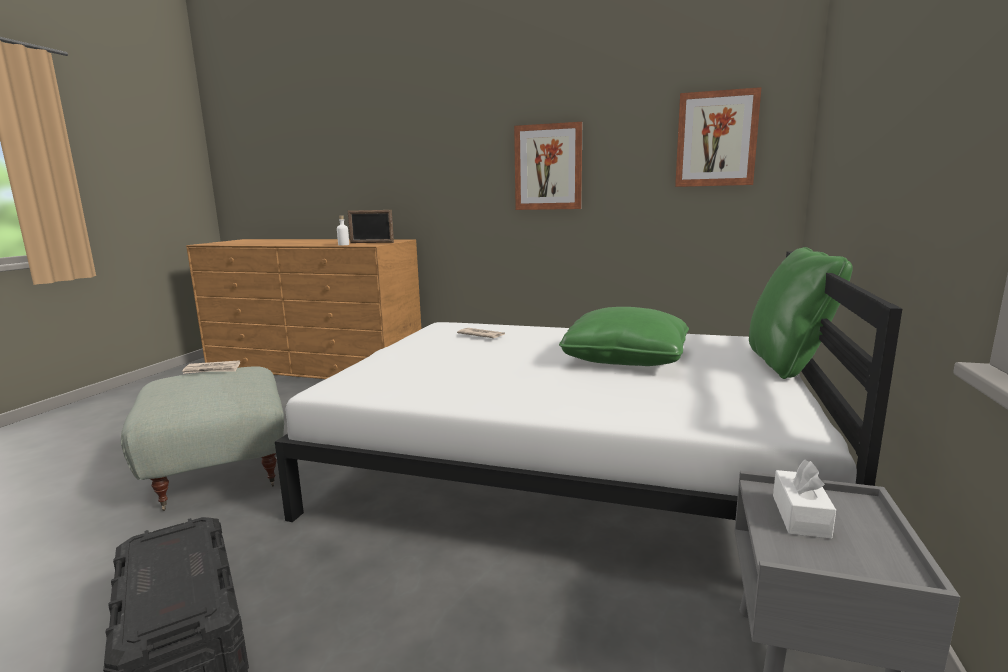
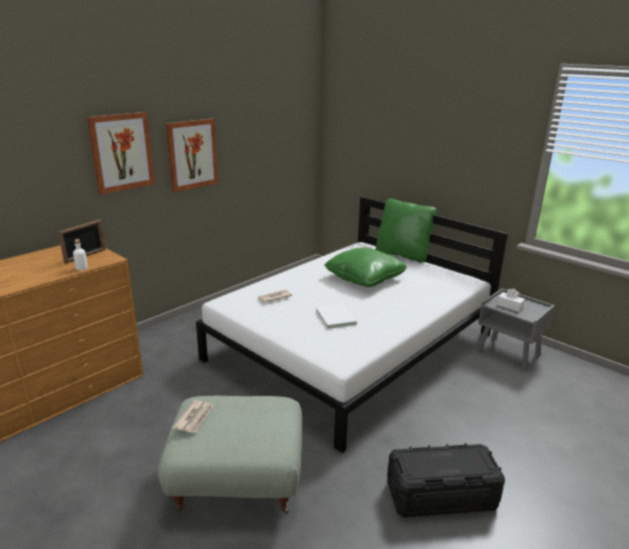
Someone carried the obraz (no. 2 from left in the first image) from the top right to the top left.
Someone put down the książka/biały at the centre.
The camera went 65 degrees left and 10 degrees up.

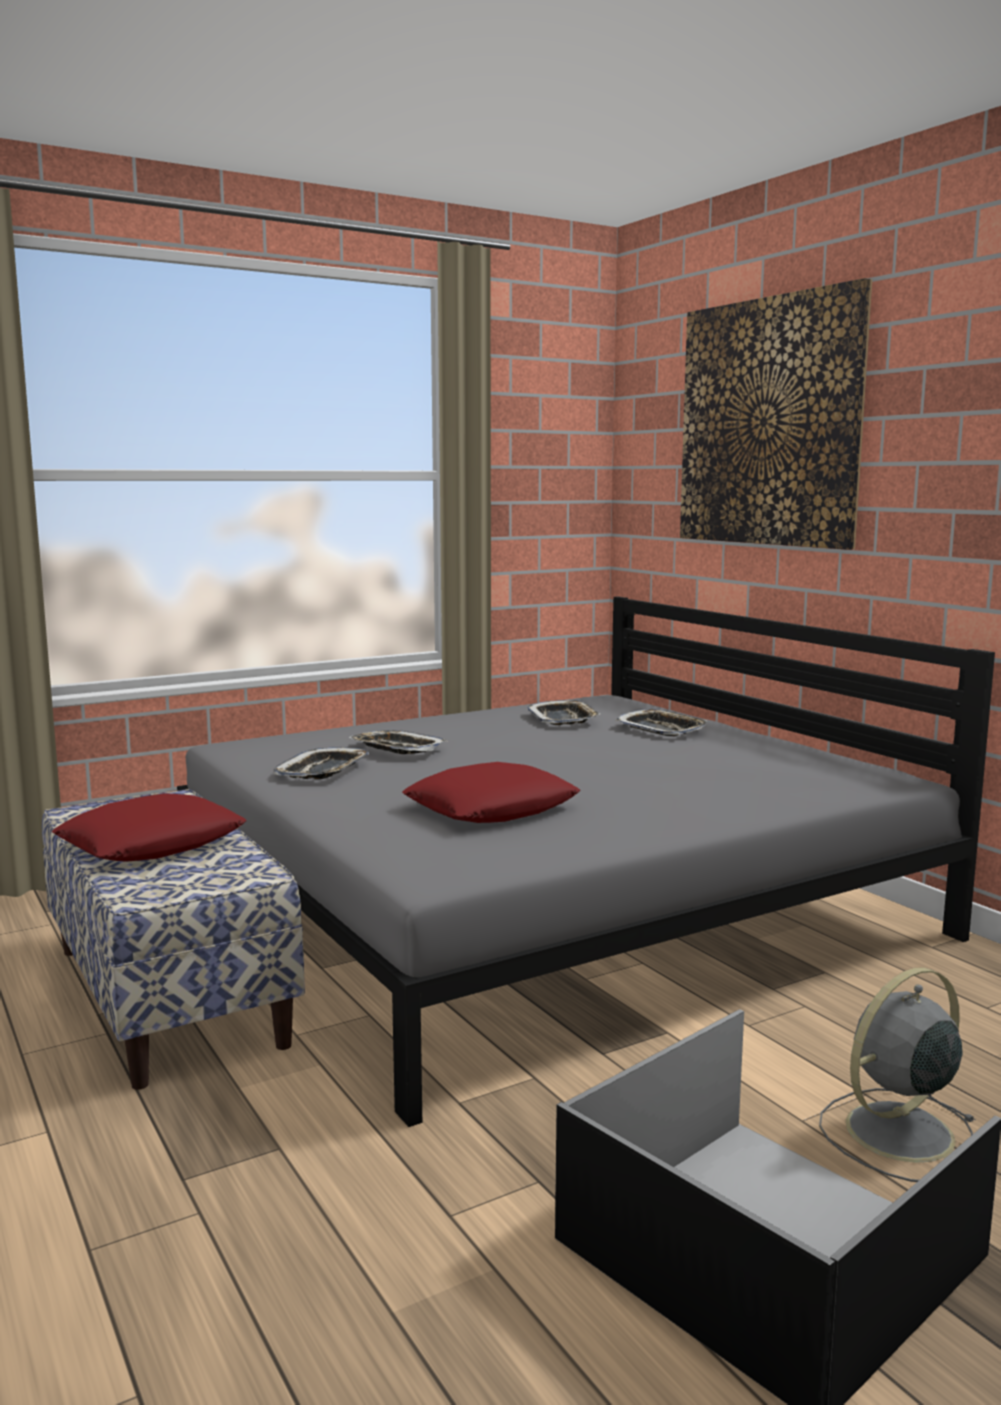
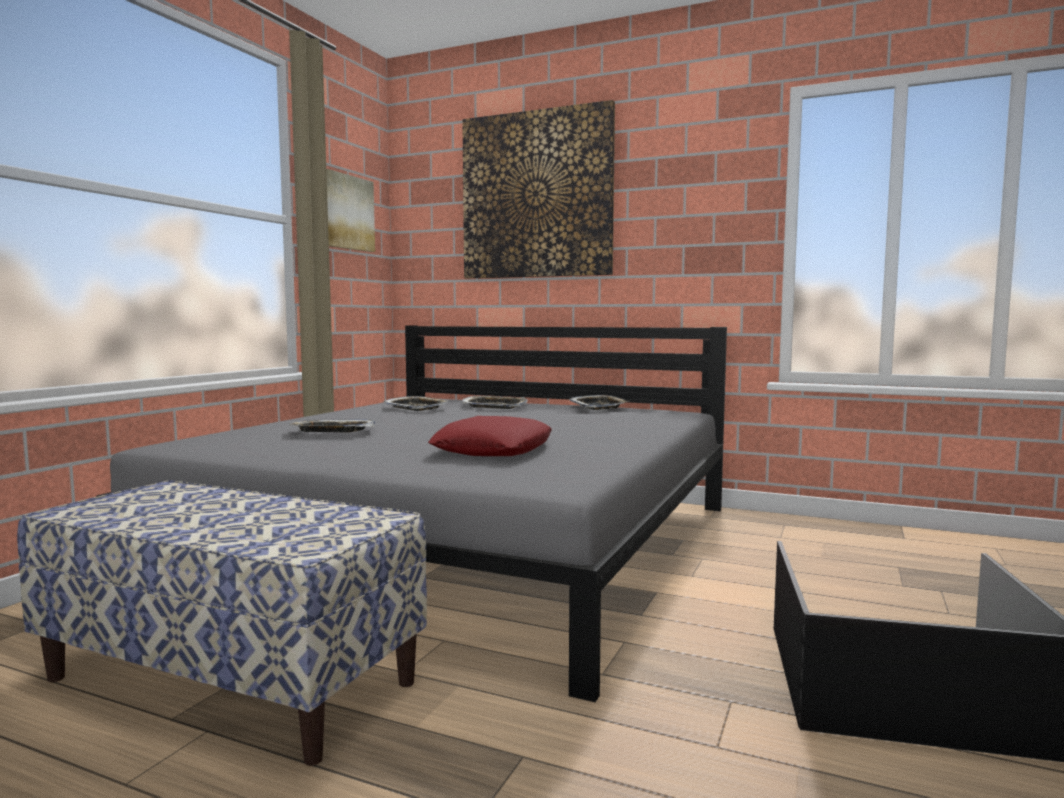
Someone put up the obraz (no. 1 from left) at the top left.
Someone carried the taca (no. 1 from left in the first image) from the middle left to the centre.
Someone took away the poduszka/czerwony (no. 1 from left) at the middle left.
Someone took away the wentylator/szary at the bottom right.
The camera went 35 degrees left and 5 degrees down.

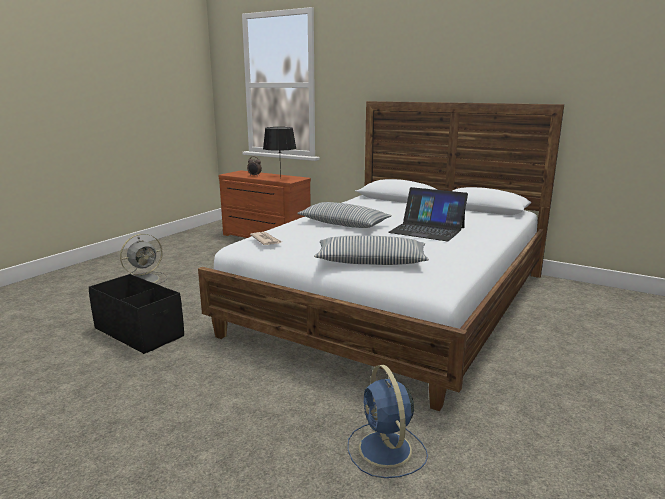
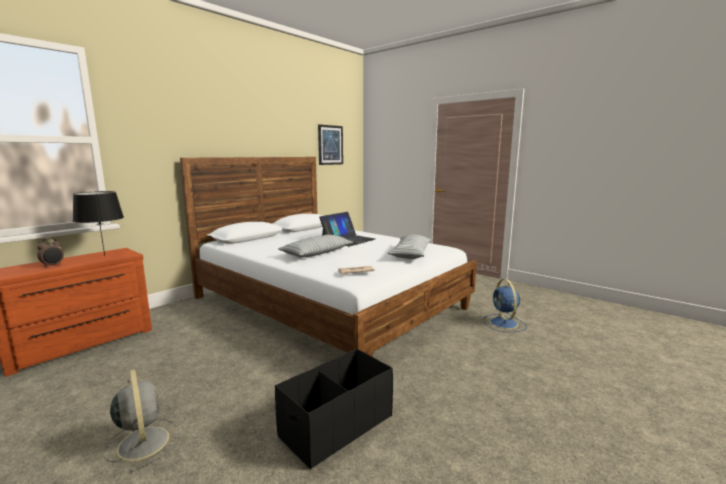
Someone put up the obraz at the top centre.
Someone rotated the wentylator/niebieski at the bottom centre by 90 degrees clockwise.
The camera went 80 degrees left and 5 degrees down.

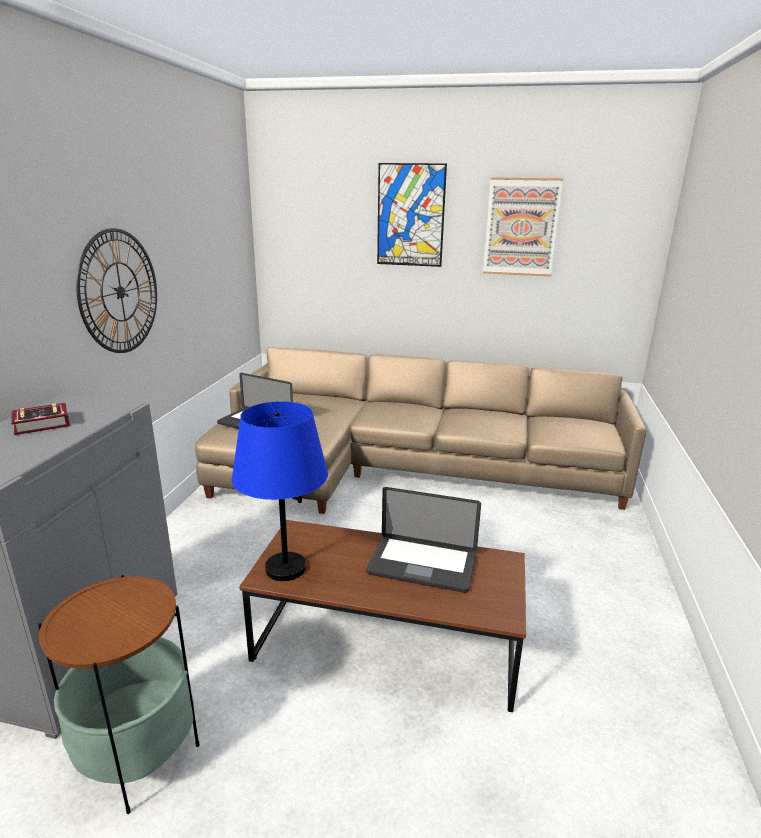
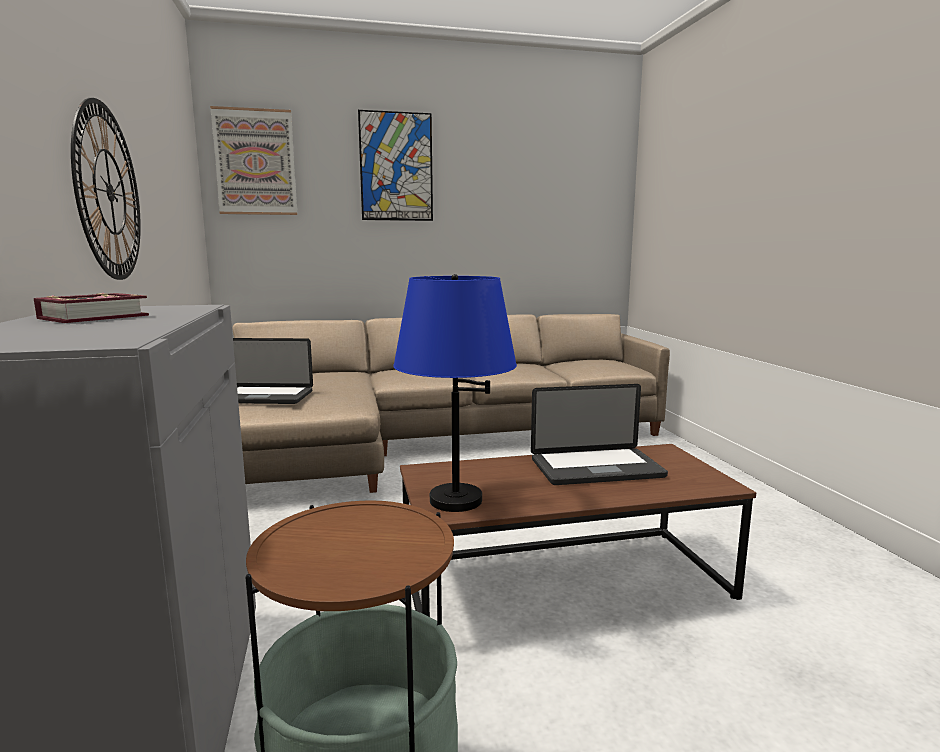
Someone carried the obraz (no. 2 from left in the first image) from the top right to the top left.
The camera went 25 degrees left and 10 degrees down.

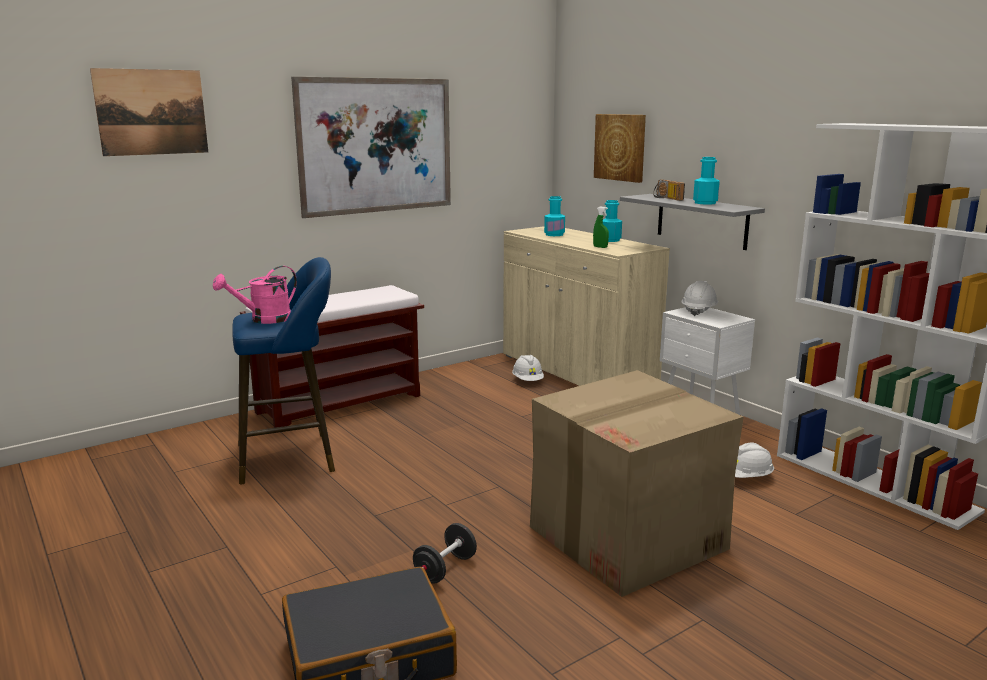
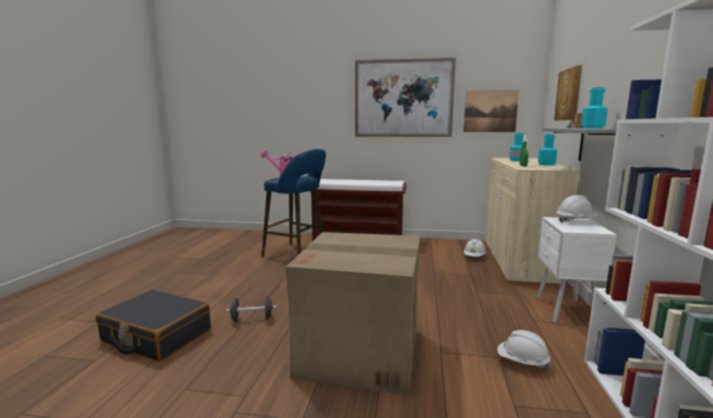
Someone carried the obraz (no. 1 from left in the first image) from the top left to the top right.
The camera went 45 degrees right and 5 degrees down.

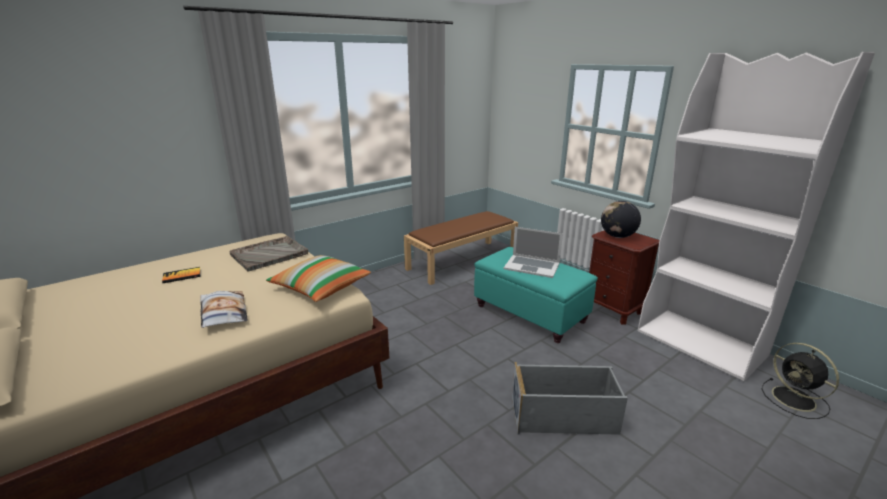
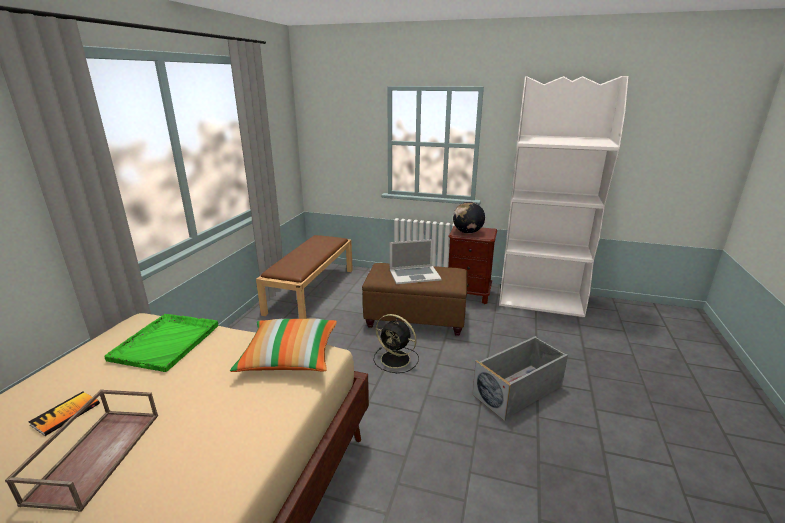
Someone put down the taca/brązowy at the bottom left.
Someone repainted the taca/szary at the middle left, which became the taca/zielony at the middle left.
Someone repainted the pufa/turkusowy at the centre, which became the pufa/brązowy at the centre.
Someone carried the wentylator/czarny from the bottom right to the centre.
Someone took away the poduszka (no. 1 from left) at the middle left.
The camera went 35 degrees left and 0 degrees up.

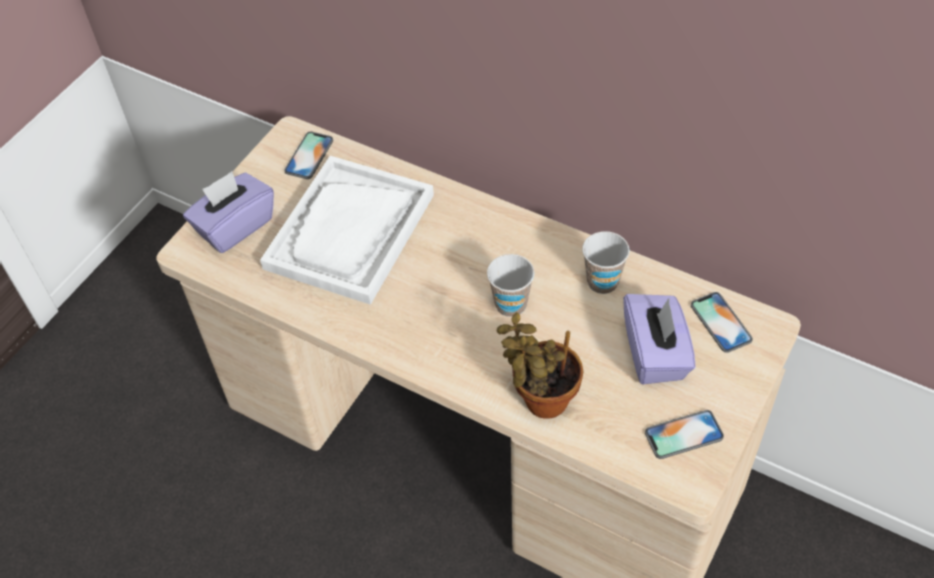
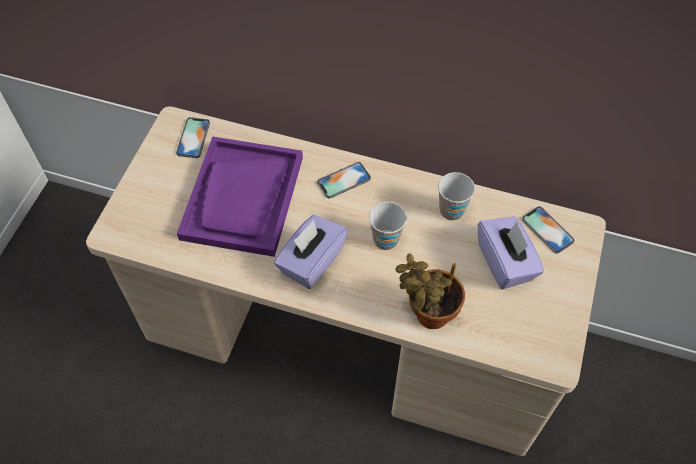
Someone repainted the taca/biały at the centre, which became the taca/fioletowy at the centre.
Someone carried the pudełko chusteczek/fioletowy (no. 1 from left) from the middle left to the centre.
Someone carried the telefon (no. 2 from left) from the bottom right to the centre.
The camera went 15 degrees left and 5 degrees up.

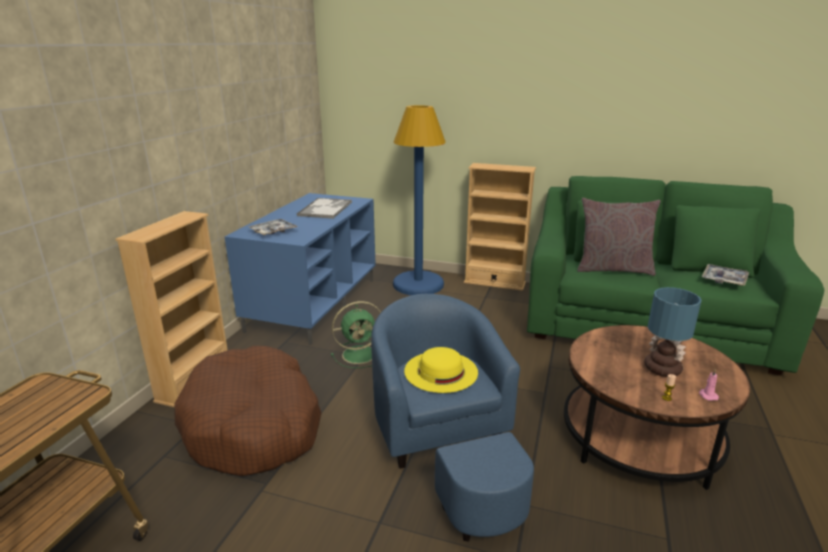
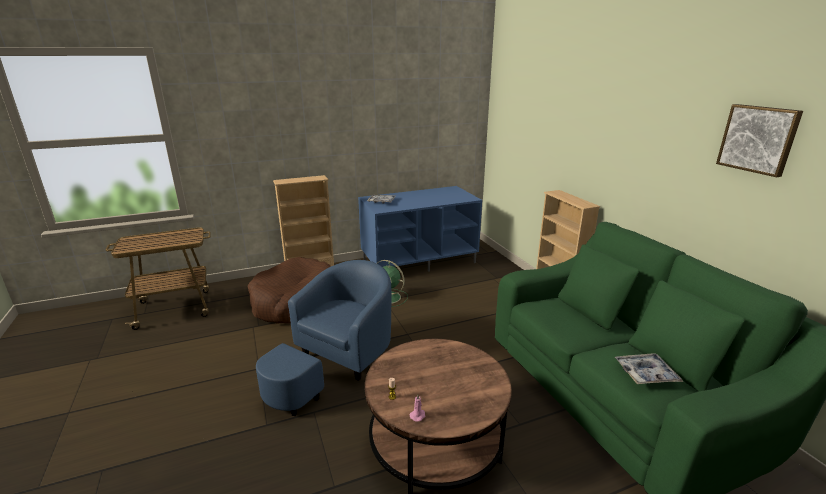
Someone put up the obraz at the top right.
Someone took away the taca (no. 2 from left) at the centre.
Someone took away the lampa stojąca/niebieski at the centre.
Someone took away the kapelusz/żółty at the bottom centre.
Someone took away the poduszka/szary at the middle right.
Someone took away the lampa stołowa at the middle right.
The camera went 50 degrees right and 0 degrees up.

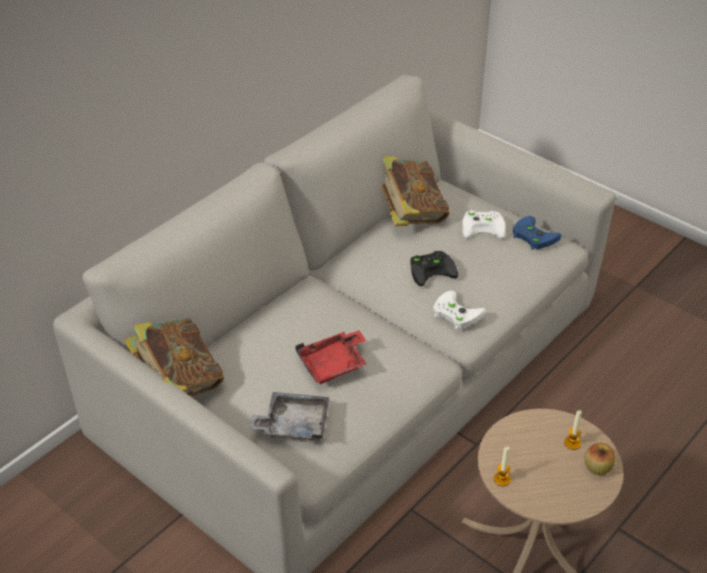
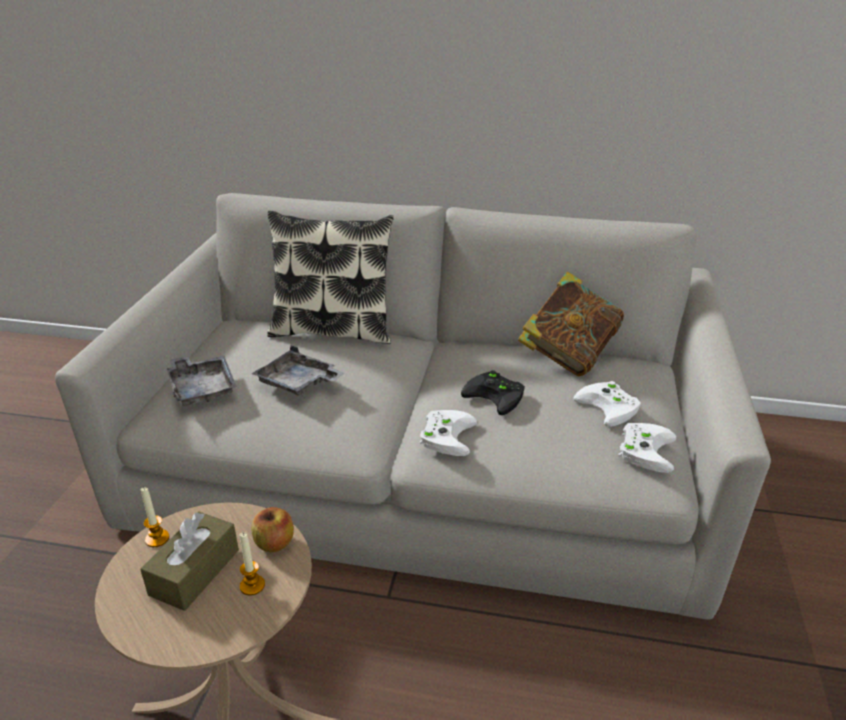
Someone put down the pudełko chusteczek/brązowy at the bottom left.
Someone carried the jabłko from the bottom right to the bottom left.
Someone repainted the taca/czerwony at the centre, which became the taca/szary (no. 2 from left) at the centre.
Someone put down the poduszka at the centre.
Someone repainted the pad do gier/niebieski at the middle right, which became the pad do gier/biały (no. 3 from left) at the middle right.
Someone took away the książka (no. 1 from left) at the middle left.
The camera went 60 degrees right and 10 degrees down.

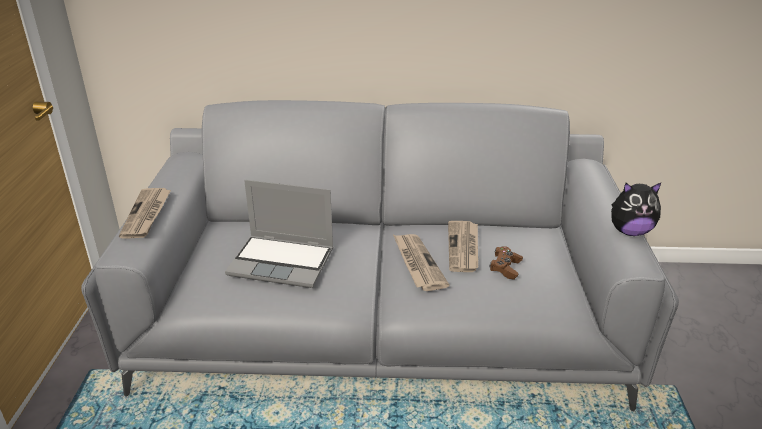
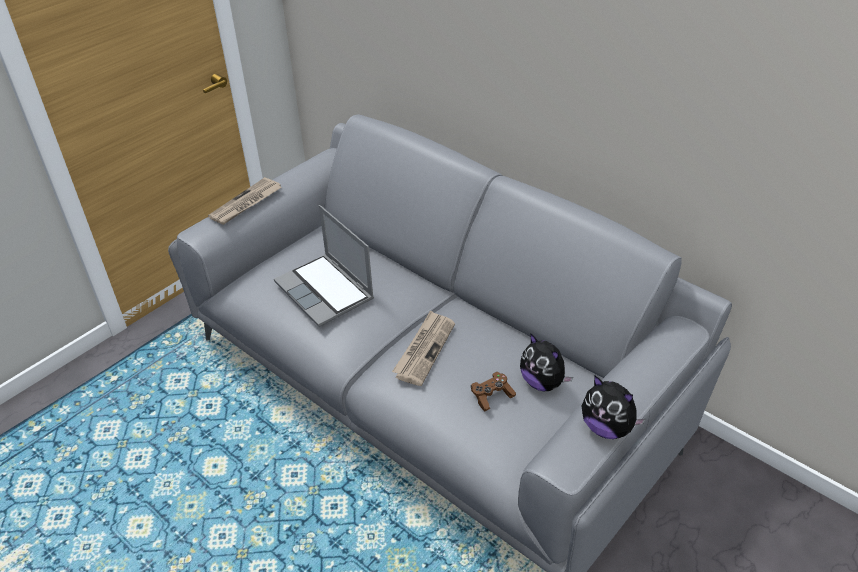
Someone put down the pluszak (no. 1 from left) at the centre.
Someone took away the gazeta (no. 3 from left) at the centre.
The camera went 40 degrees right and 10 degrees up.

